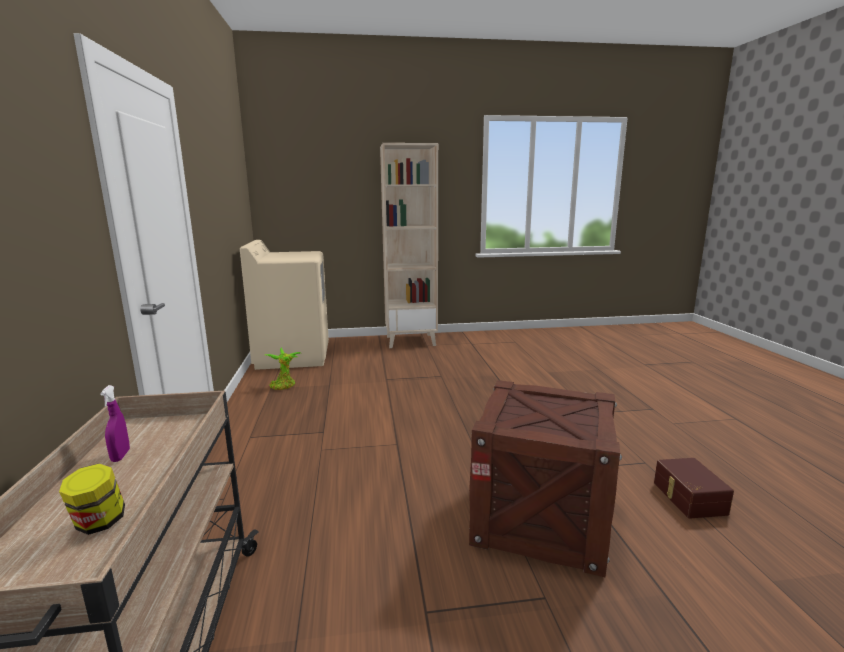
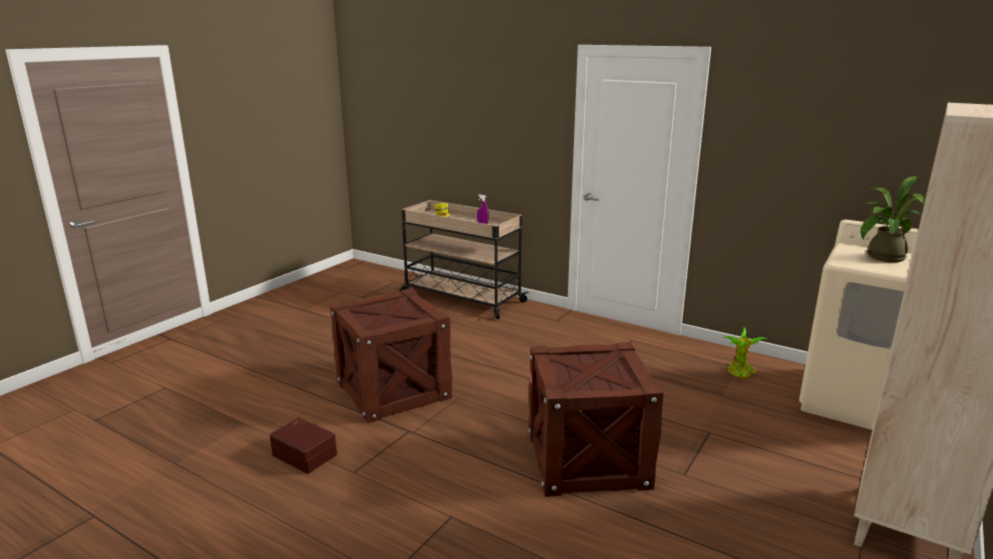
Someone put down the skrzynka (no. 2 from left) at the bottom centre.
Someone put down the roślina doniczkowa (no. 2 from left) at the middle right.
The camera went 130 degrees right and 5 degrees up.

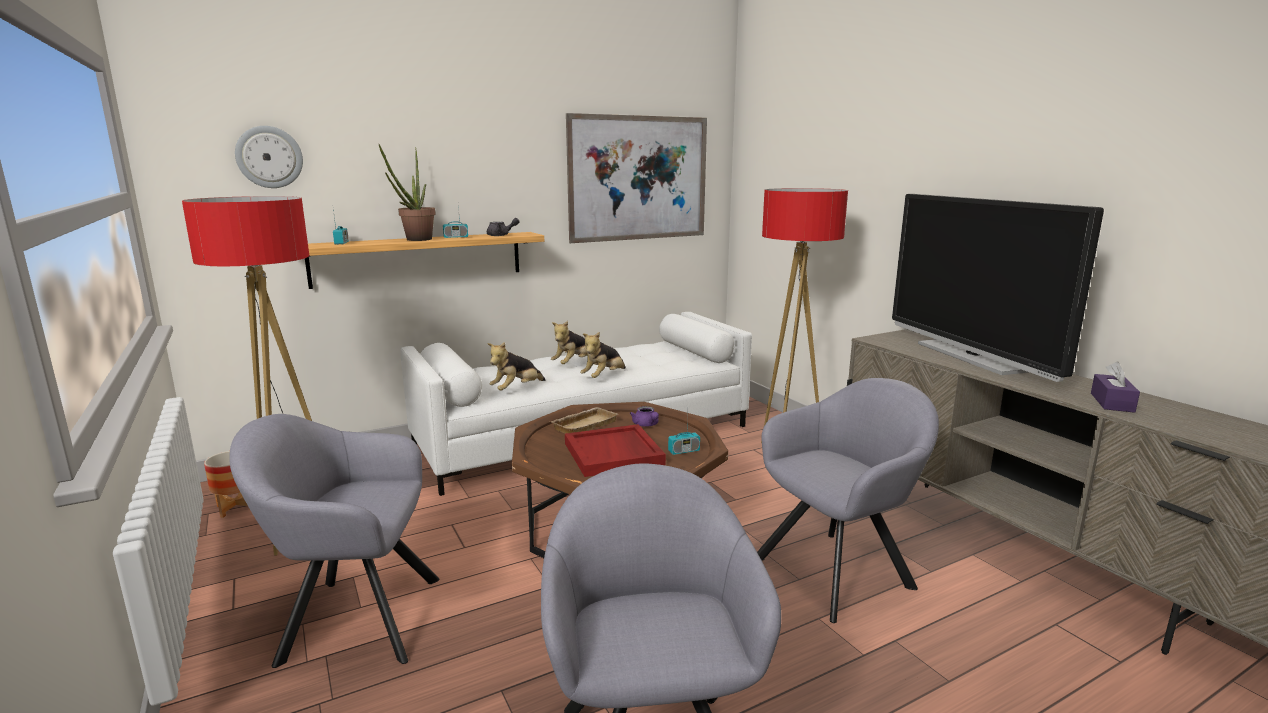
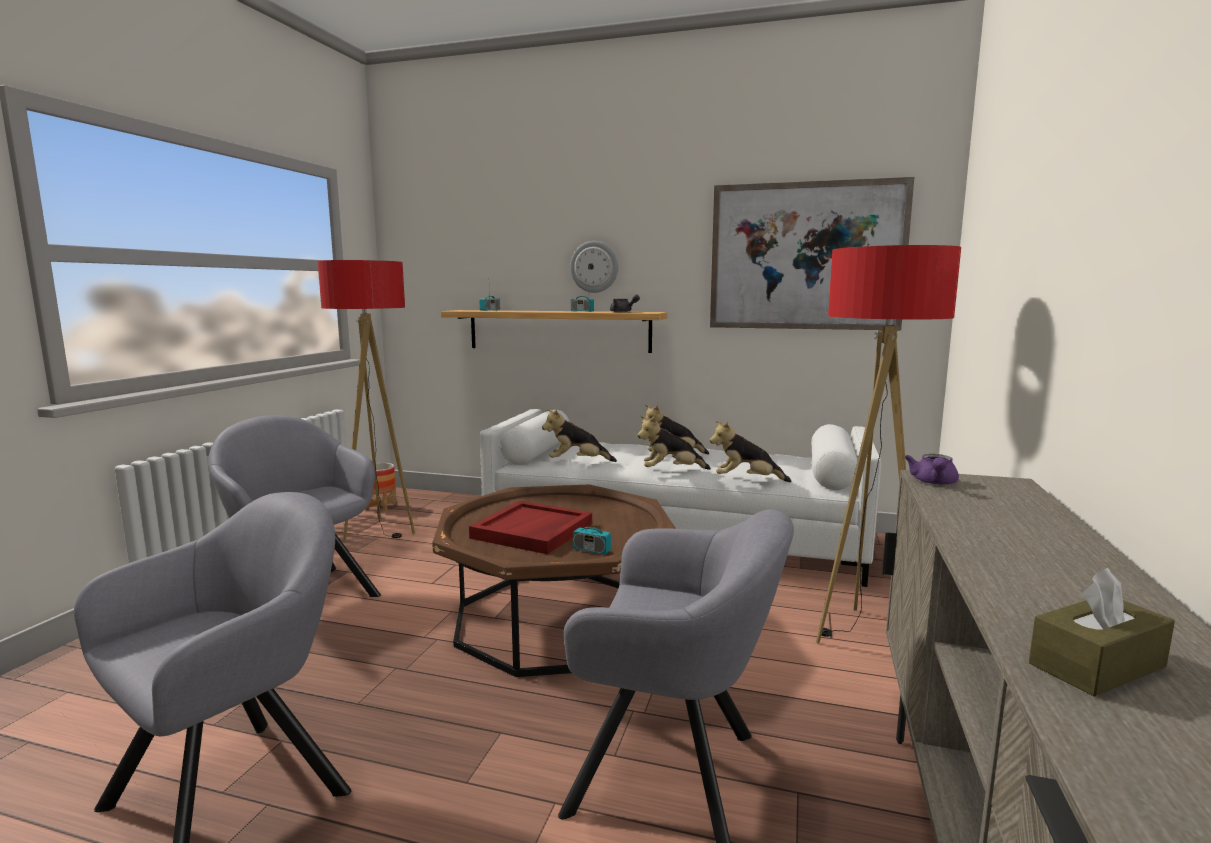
Someone carried the zegar ścienny from the top left to the top centre.
Someone put down the pluszak (no. 4 from left) at the centre.
Someone carried the imbryk/fioletowy from the centre to the middle right.
Someone repainted the pudełko chusteczek/fioletowy at the middle right, which became the pudełko chusteczek/brązowy at the bottom right.
Someone took away the roślina doniczkowa at the top left.
Someone took away the taca/beżowy at the centre.
Someone took away the telewizor at the middle right.
The camera went 45 degrees right and 5 degrees down.

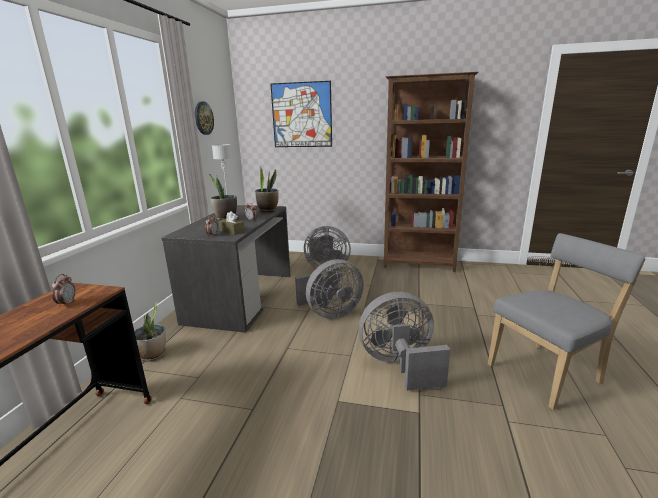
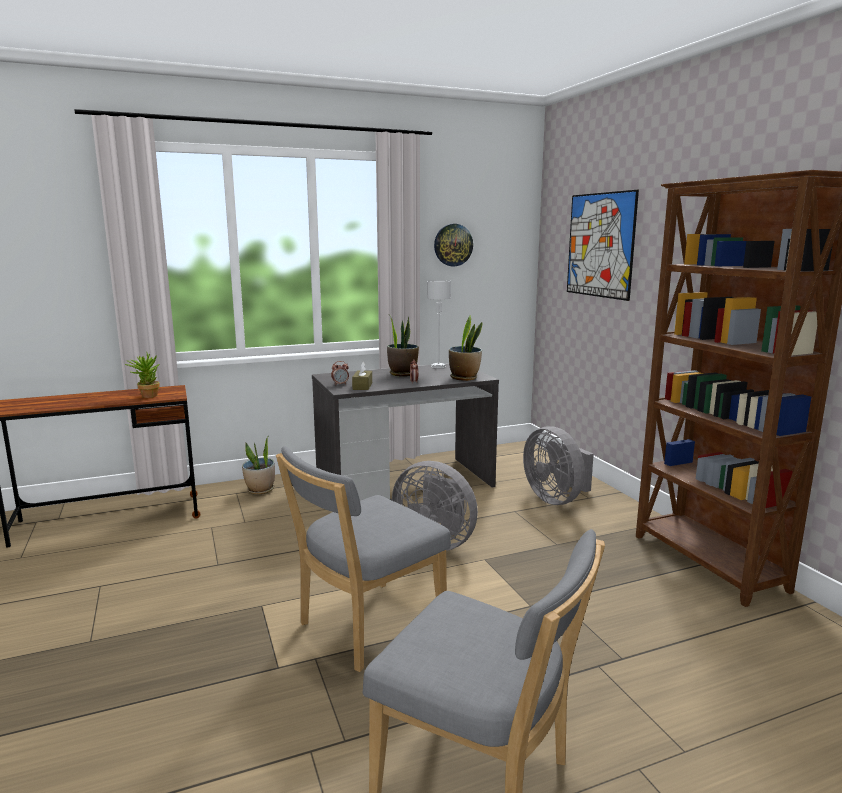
Someone swapped the budzik (no. 1 from left) at the middle left for the roślina doniczkowa (no. 1 from left) at the middle left.
Someone swapped the wentylator/szary (no. 3 from left) at the bottom centre for the krzesło/szary (no. 1 from left) at the bottom centre.
The camera went 55 degrees right and 5 degrees down.

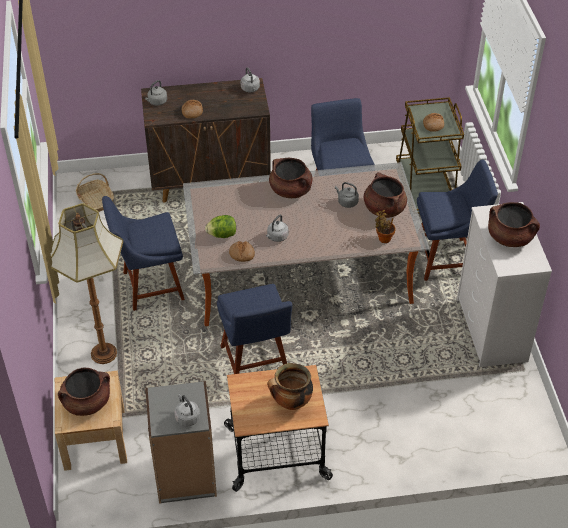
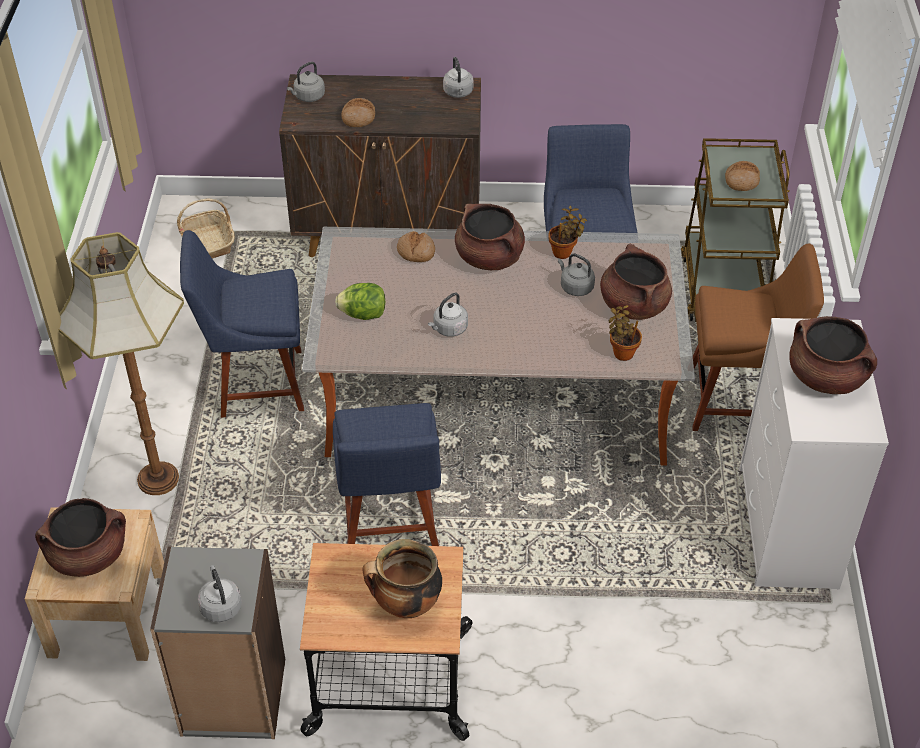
Someone carried the chleb (no. 2 from left) from the centre to the top centre.
Someone put down the roślina doniczkowa (no. 1 from left) at the top centre.
Someone repainted the krzesło/niebieski (no. 4 from left) at the middle right, which became the krzesło/brązowy at the middle right.
The camera went 10 degrees right and 0 degrees up.

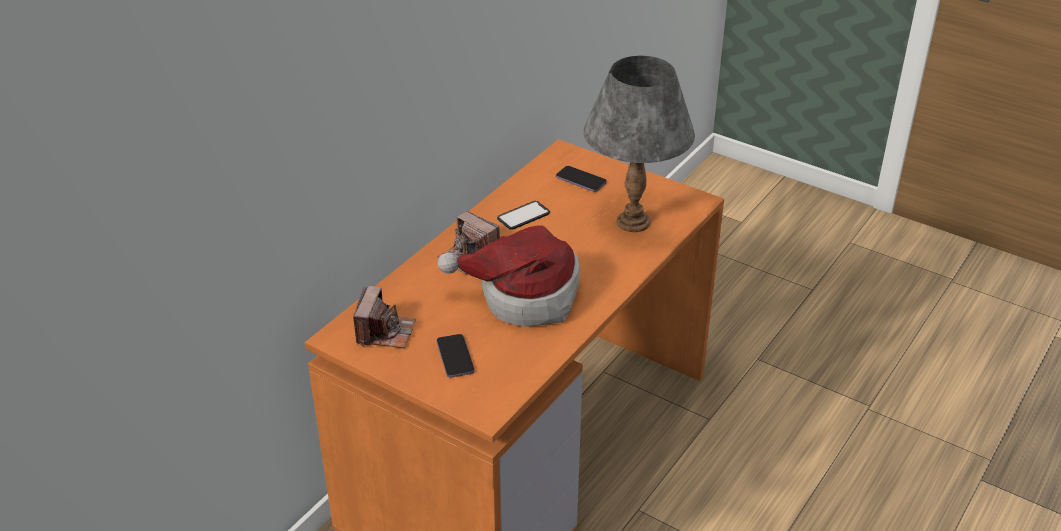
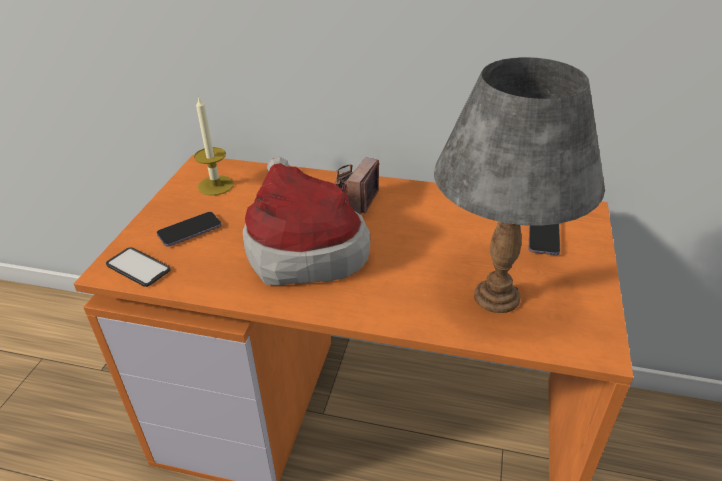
Someone carried the telefon (no. 2 from left in the first image) from the centre to the middle left.
Someone swapped the aparat fotograficzny (no. 1 from left) at the centre for the świeca at the top left.
The camera went 70 degrees right and 0 degrees up.

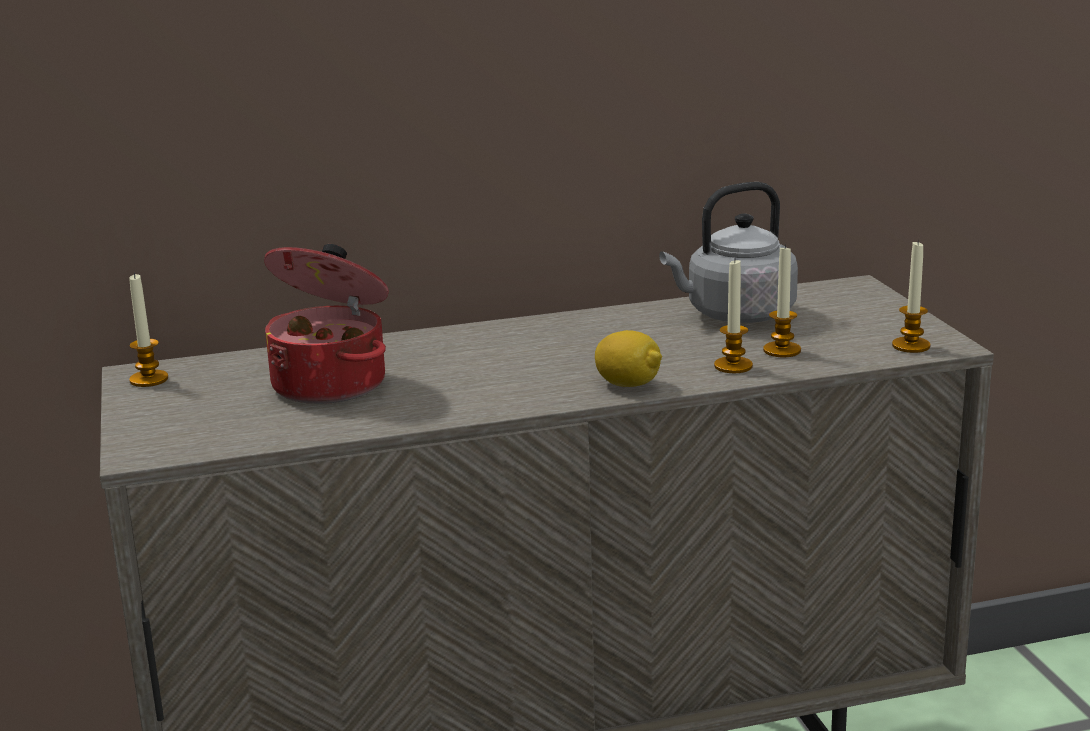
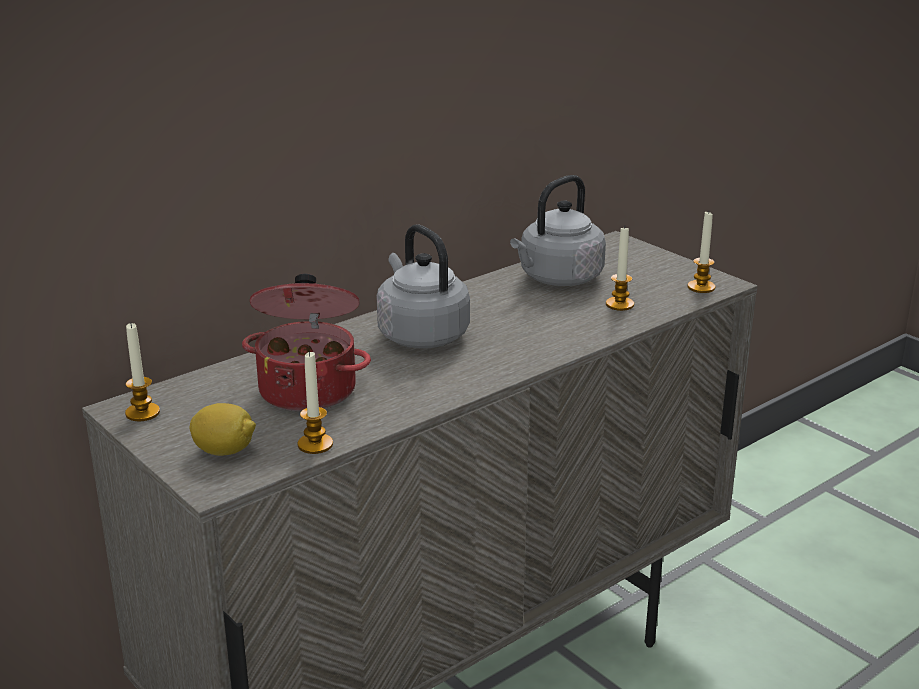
Someone carried the cytryna from the centre to the middle left.
Someone carried the świeca (no. 2 from left) from the middle right to the centre.
Someone put down the czajnik/szary (no. 1 from left) at the centre.
The camera went 25 degrees left and 5 degrees up.

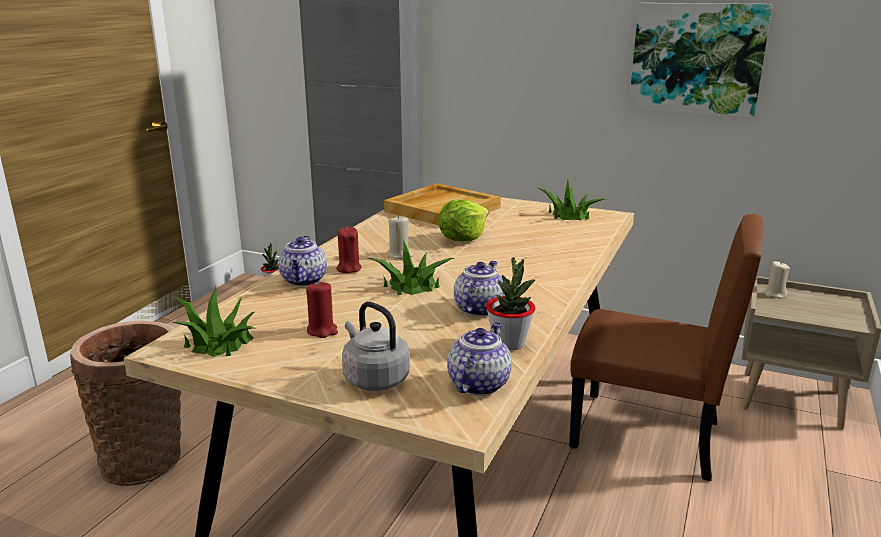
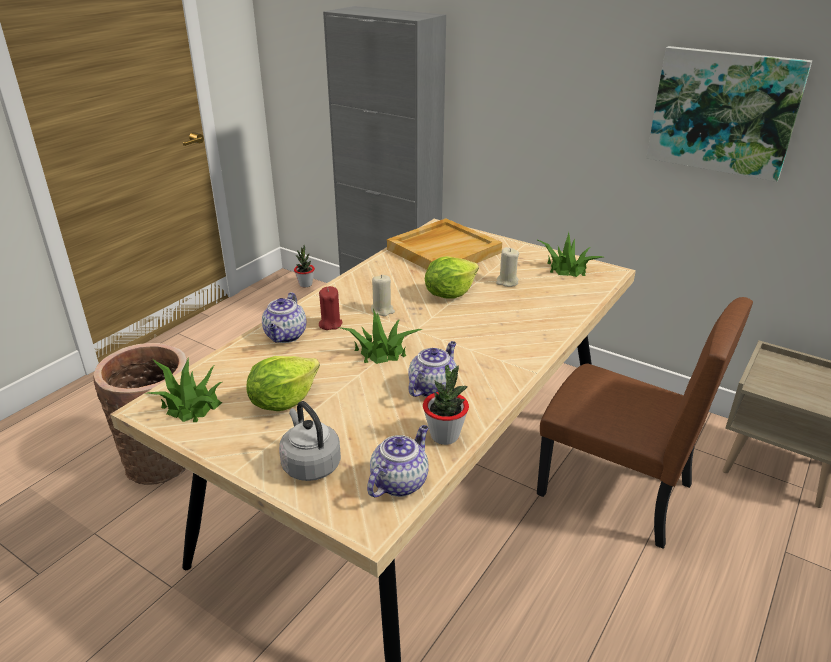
Someone swapped the świeca/czerwony (no. 1 from left) at the centre for the sałata (no. 1 from left) at the centre.
Someone carried the świeca/beżowy (no. 2 from left) from the middle right to the centre.
The camera went 10 degrees right and 10 degrees up.

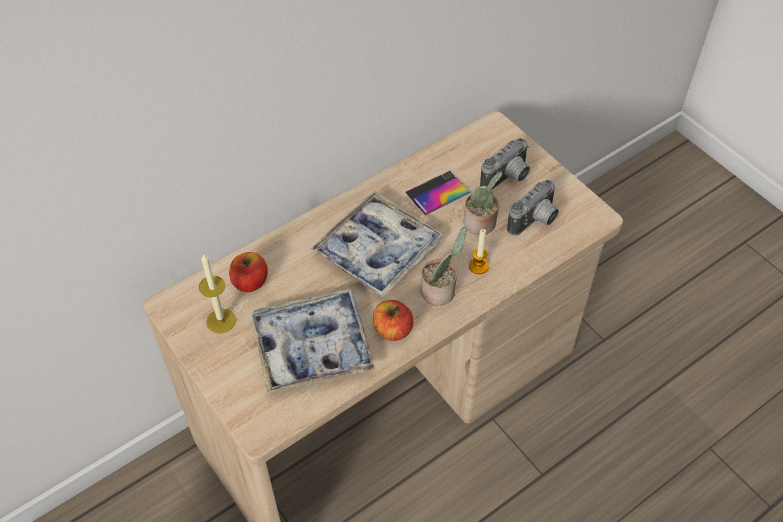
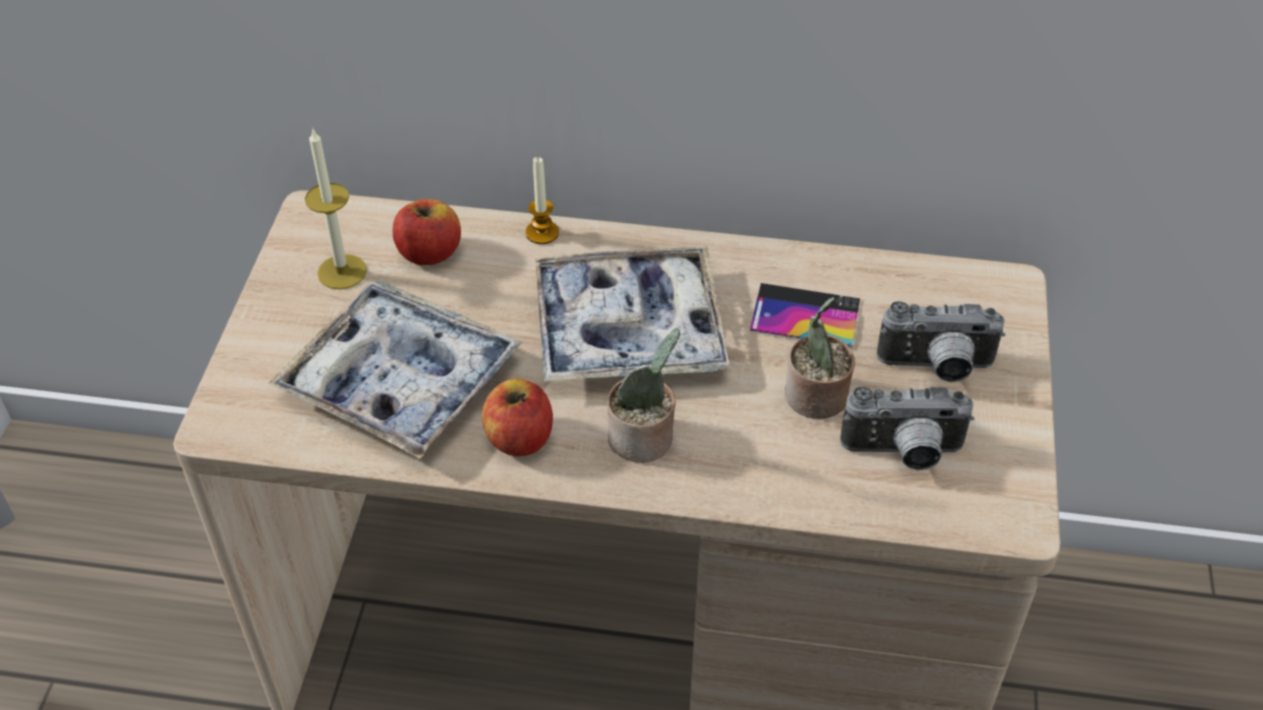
Someone carried the świeca (no. 2 from left) from the centre to the top centre.
The camera went 45 degrees right and 5 degrees down.

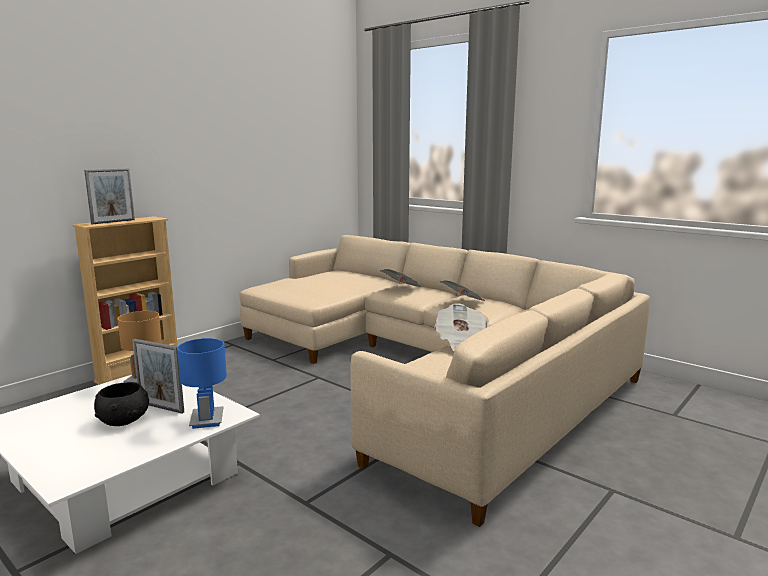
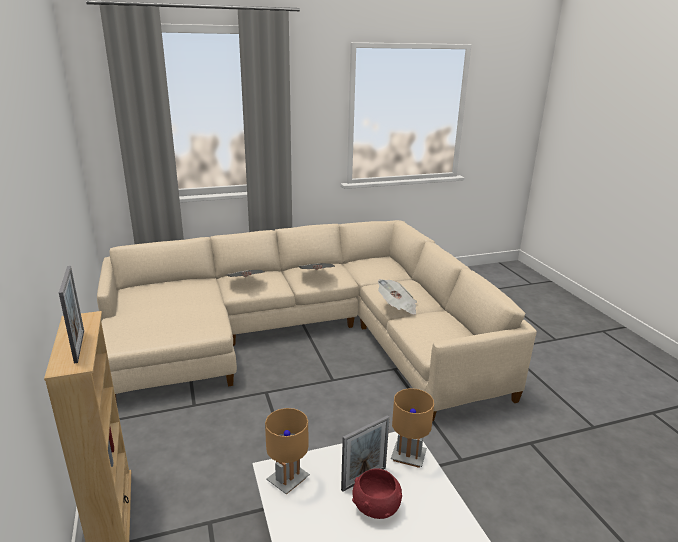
Someone repainted the miska/czarny at the bottom left, which became the miska/czerwony at the bottom centre.
Someone repainted the lampa stołowa/niebieski at the middle left, which became the lampa stołowa/brązowy (no. 2 from left) at the bottom centre.
The camera went 60 degrees left and 10 degrees up.

